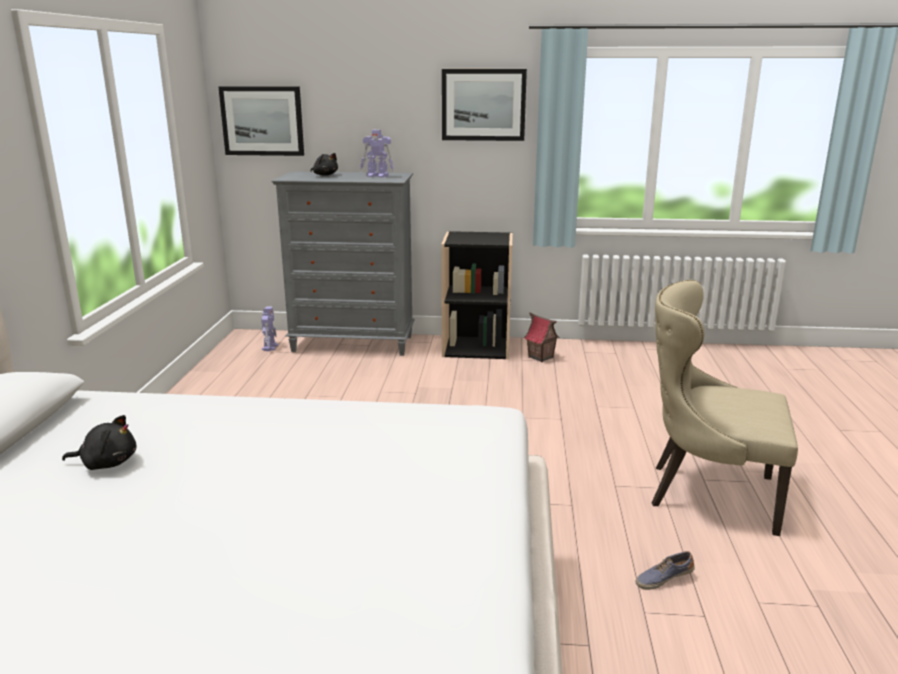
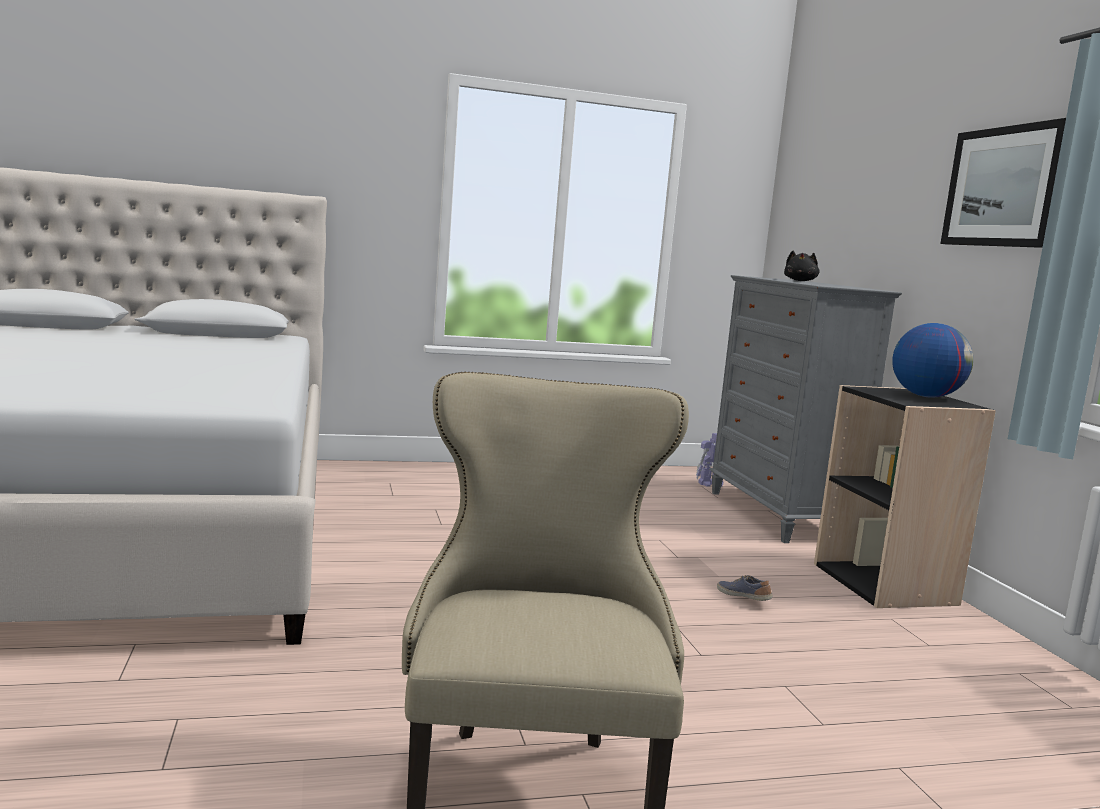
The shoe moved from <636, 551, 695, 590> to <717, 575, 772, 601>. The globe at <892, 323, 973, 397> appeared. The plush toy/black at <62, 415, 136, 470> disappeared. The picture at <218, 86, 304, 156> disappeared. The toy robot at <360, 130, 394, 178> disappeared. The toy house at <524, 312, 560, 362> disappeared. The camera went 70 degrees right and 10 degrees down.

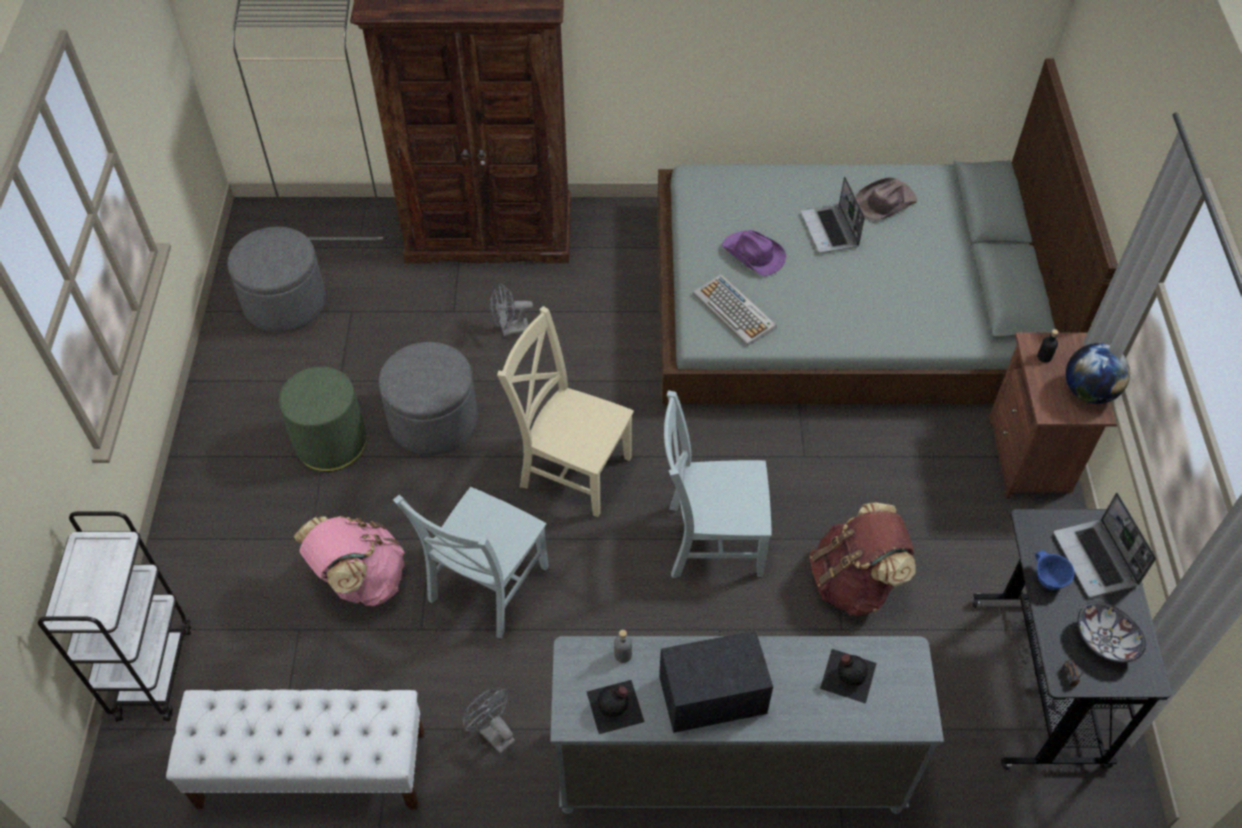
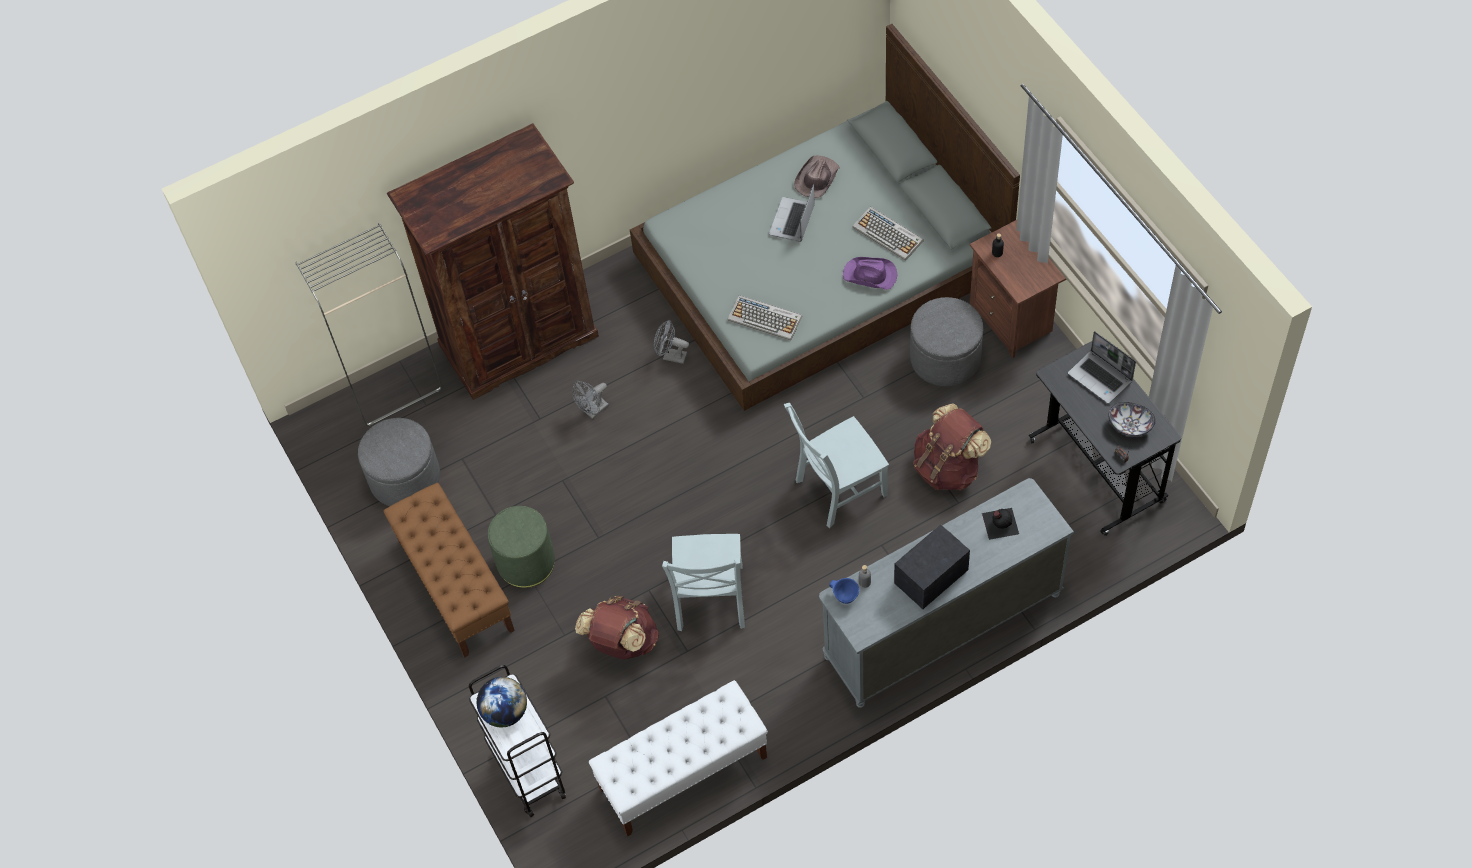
The bench/brown at <383, 483, 515, 658> appeared. The globe moved from <1066, 343, 1130, 404> to <477, 677, 527, 727>. The backpack/pink at <293, 516, 405, 606> became the backpack/brown at <575, 596, 659, 660>. The fan/grey moved from <462, 688, 515, 754> to <654, 320, 689, 364>. The laptop at <801, 176, 865, 253> turned 60 degrees clockwise. The bowl/blue moved from <1035, 550, 1075, 590> to <829, 578, 859, 604>. The hat/purple moved from <722, 230, 786, 276> to <843, 257, 897, 290>. The keyboard at <852, 206, 924, 261> appeared. The ottoman/grey moved from <379, 342, 478, 455> to <910, 297, 983, 386>. The chair/beige at <497, 306, 634, 517> disappeared. The bottle/black at <587, 680, 644, 734> disappeared. The camera went 25 degrees left and 5 degrees up.

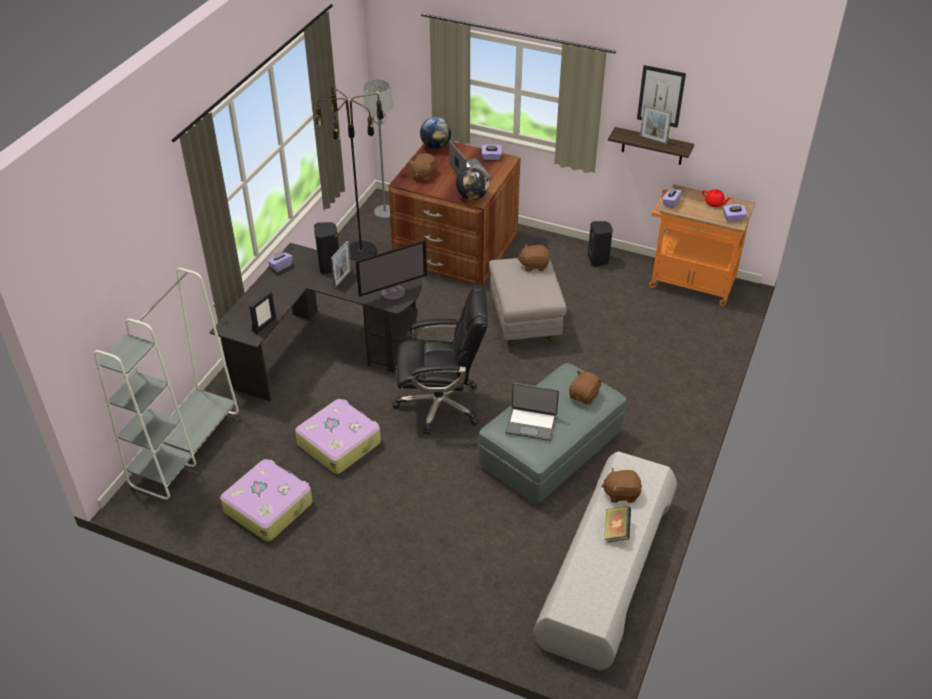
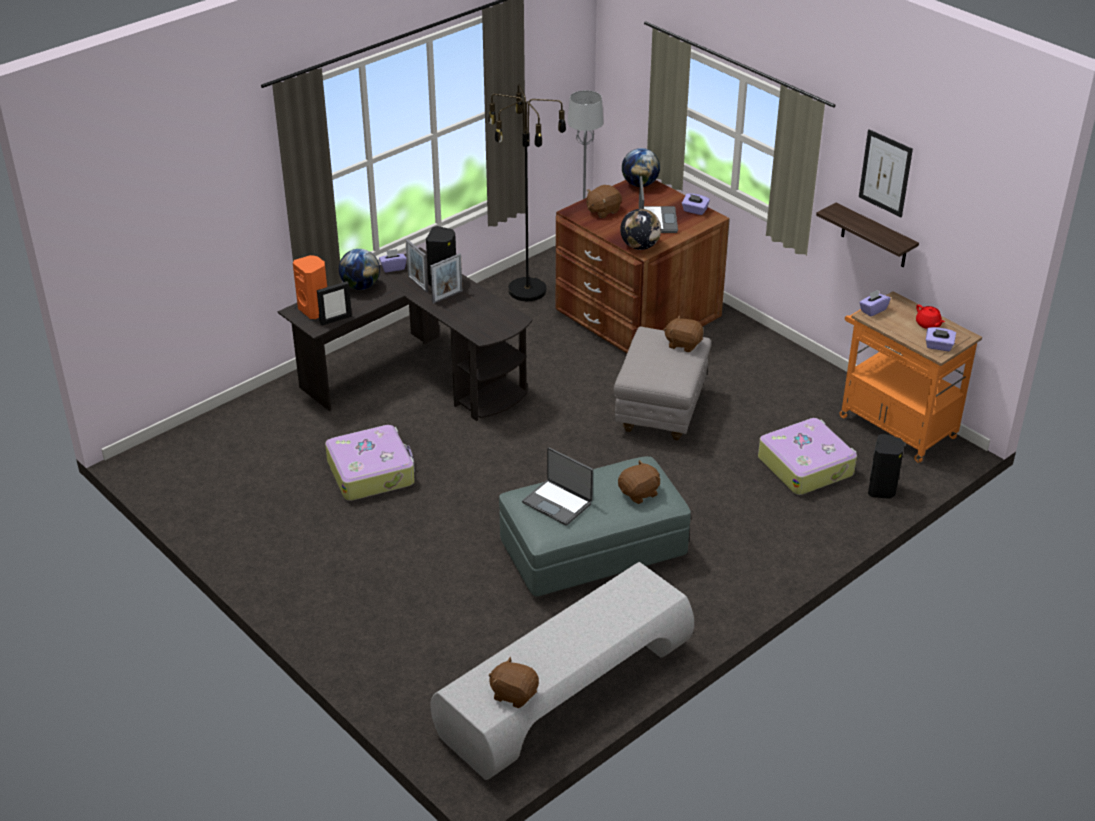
The speaker/orange at <293, 255, 327, 319> appeared. The globe at <339, 249, 380, 290> appeared. The picture frame moved from <640, 104, 672, 144> to <405, 239, 428, 293>. The plush toy/brown moved from <601, 468, 642, 503> to <489, 657, 539, 708>. The suitcase moved from <220, 459, 312, 541> to <758, 418, 857, 495>. The speaker/black moved from <588, 221, 613, 267> to <868, 434, 905, 499>. The clothes rack/grey at <94, 268, 239, 499> disappeared. The monitor at <356, 240, 427, 301> disappeared. The office chair/black at <393, 285, 488, 434> disappeared. The book at <604, 506, 631, 543> disappeared. The camera went 25 degrees right and 5 degrees down.

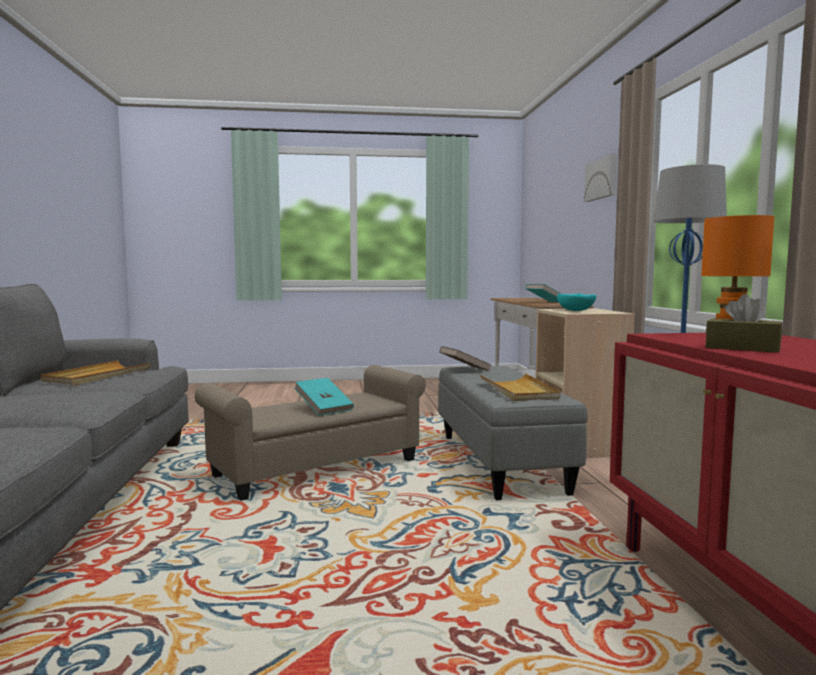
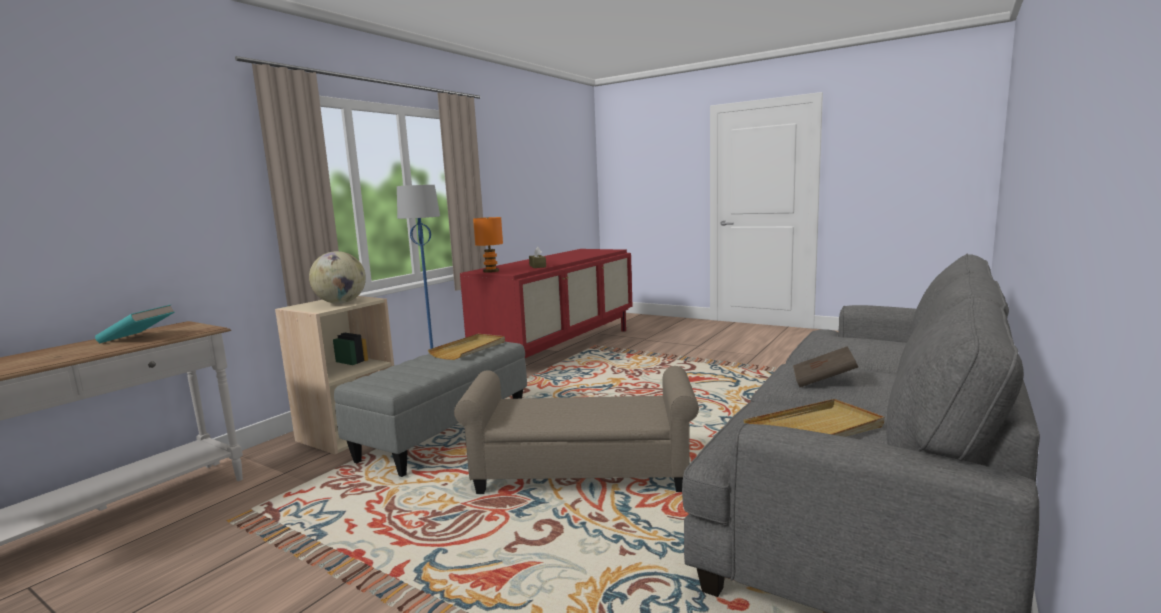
The bowl/turquoise at <557, 293, 596, 311> was replaced by the globe at <309, 251, 366, 304>. The book/brown moved from <439, 346, 491, 371> to <793, 346, 858, 387>. The book/turquoise at <294, 378, 354, 416> disappeared. The picture at <584, 153, 617, 202> disappeared. The camera went 140 degrees left and 5 degrees up.

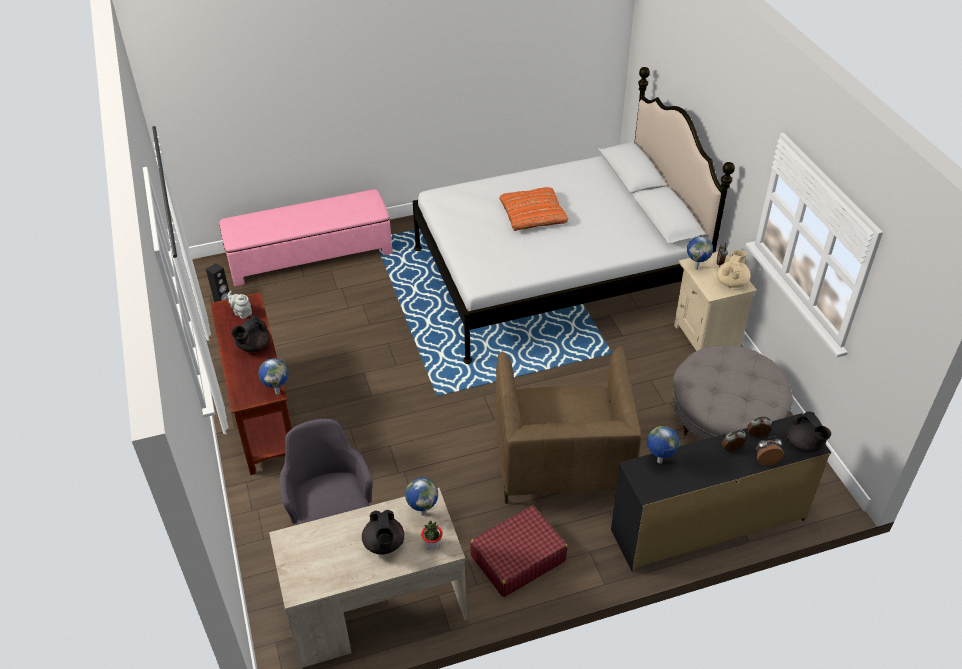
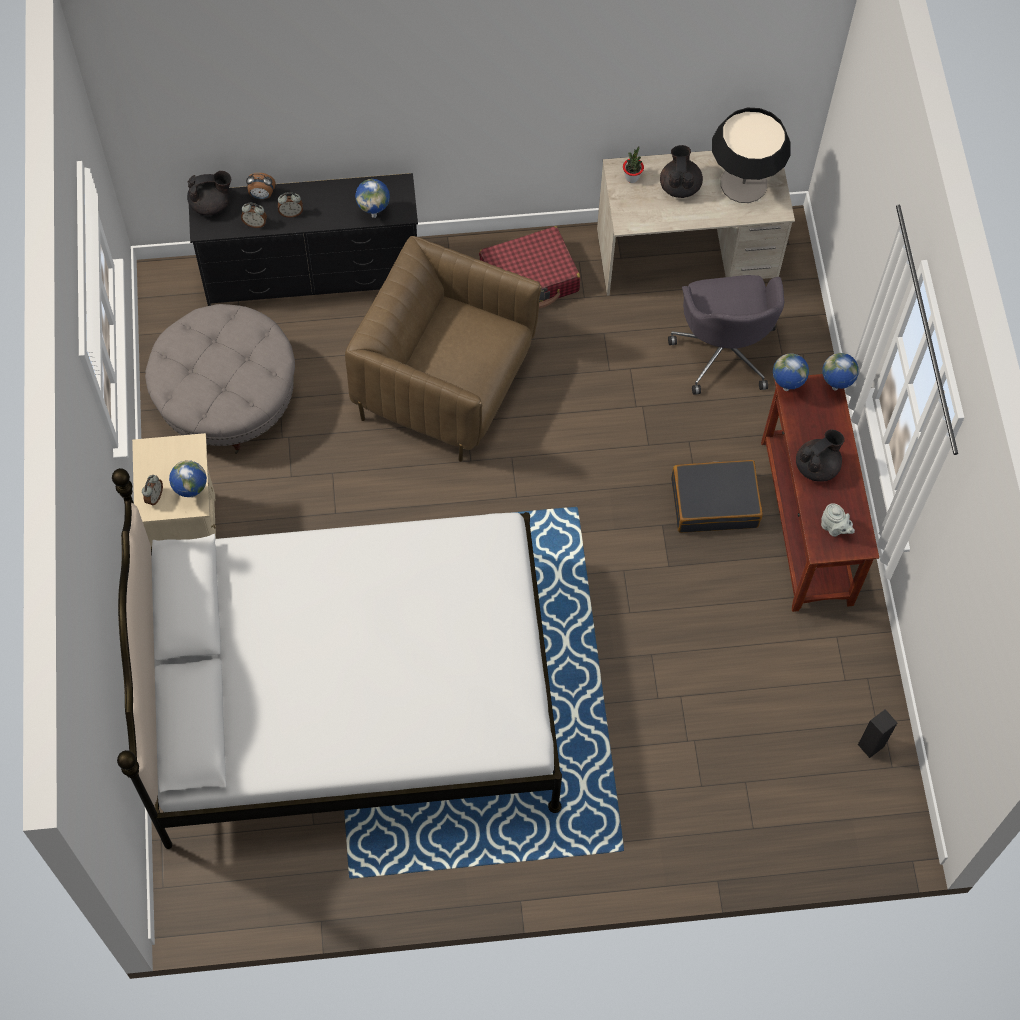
The teapot/black at <786, 411, 831, 453> turned 90 degrees clockwise. The armchair/brown at <495, 346, 642, 504> turned 75 degrees counterclockwise. The suitcase/black at <671, 460, 763, 533> appeared. The table lamp at <712, 108, 791, 203> appeared. The globe moved from <405, 478, 438, 516> to <822, 353, 859, 391>. The bench/pink at <219, 189, 393, 287> disappeared. The pillow/orange at <499, 187, 568, 231> disappeared. The teapot/beige at <717, 250, 751, 288> disappeared. The camera went 170 degrees left and 20 degrees up.

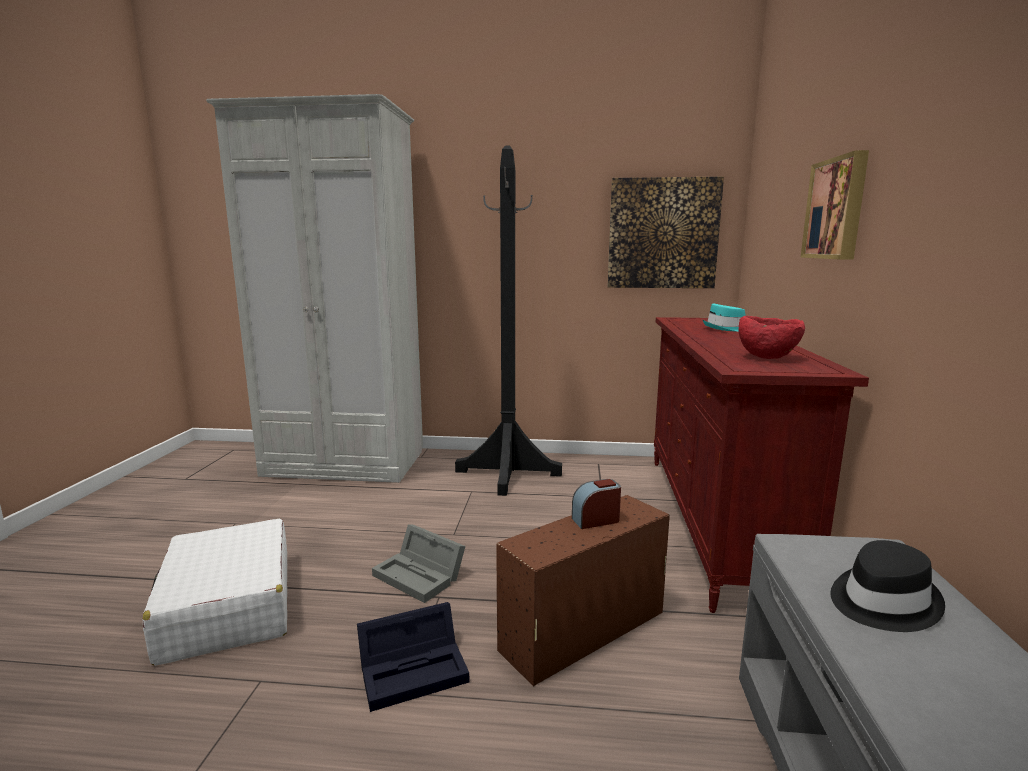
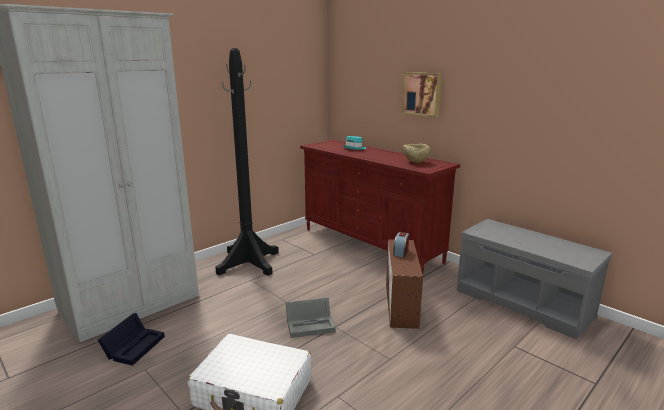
The storage box/black moved from <357, 602, 470, 712> to <98, 313, 165, 366>. The bowl/red at <738, 316, 805, 359> became the bowl/beige at <403, 143, 430, 163>. The picture at <607, 177, 724, 288> disappeared. The hat/black at <830, 540, 945, 632> disappeared. The camera went 50 degrees left and 5 degrees up.

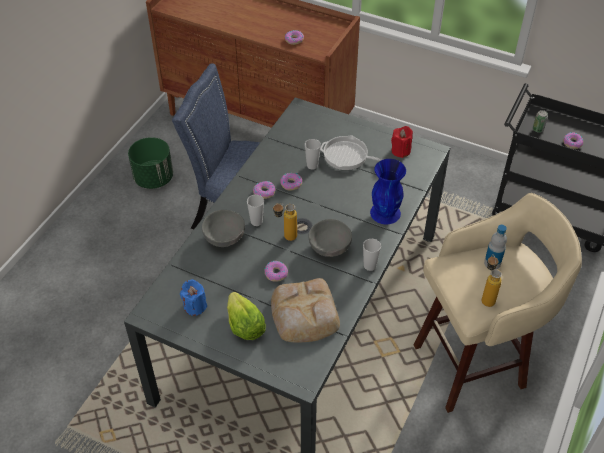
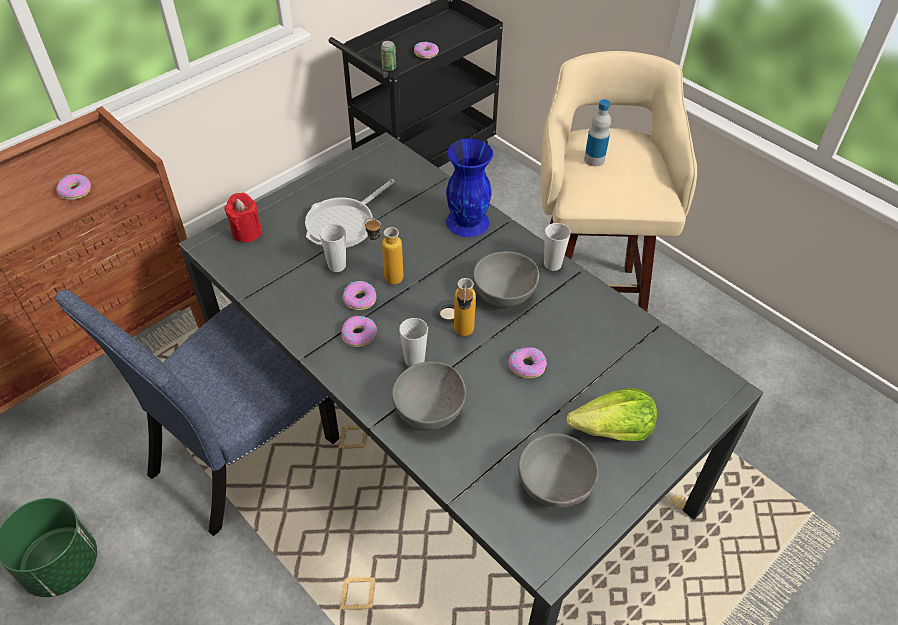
The candle/red moved from <391, 126, 413, 158> to <224, 193, 262, 243>. The bottle moved from <482, 254, 502, 307> to <364, 218, 404, 285>. The candle/blue at <180, 279, 207, 316> was replaced by the bowl/grey at <518, 433, 598, 507>. The bread at <271, 278, 340, 342> disappeared. The camera went 70 degrees left and 0 degrees up.

